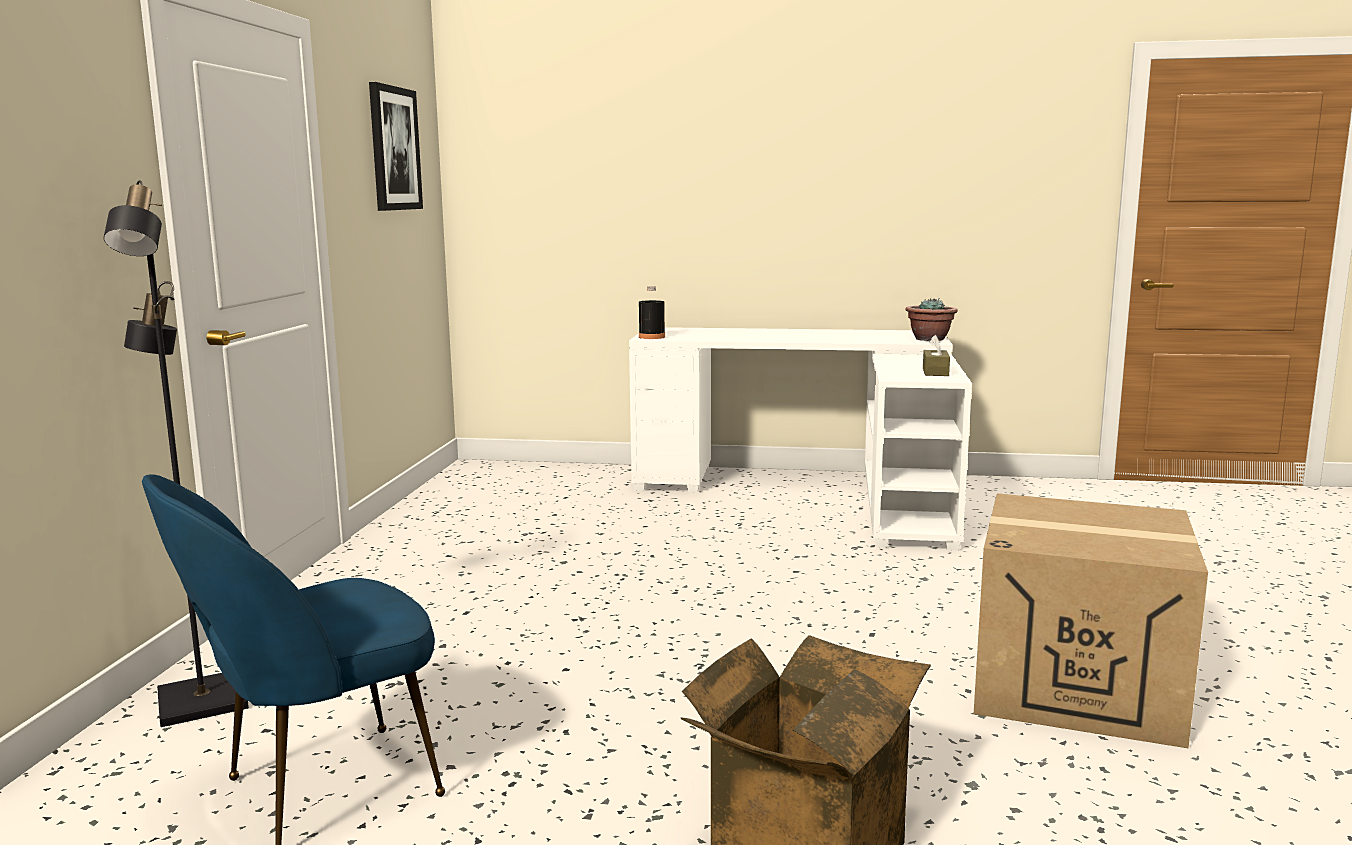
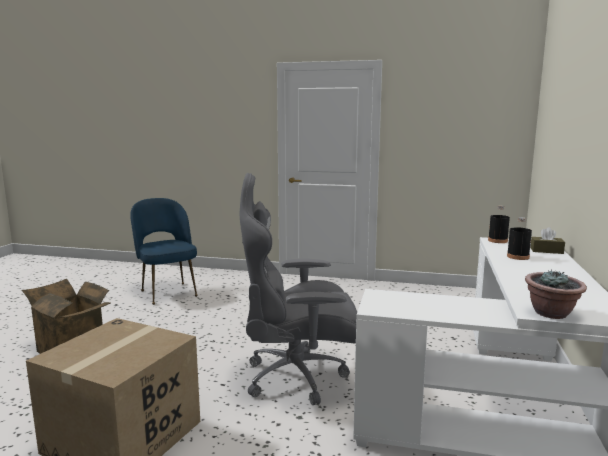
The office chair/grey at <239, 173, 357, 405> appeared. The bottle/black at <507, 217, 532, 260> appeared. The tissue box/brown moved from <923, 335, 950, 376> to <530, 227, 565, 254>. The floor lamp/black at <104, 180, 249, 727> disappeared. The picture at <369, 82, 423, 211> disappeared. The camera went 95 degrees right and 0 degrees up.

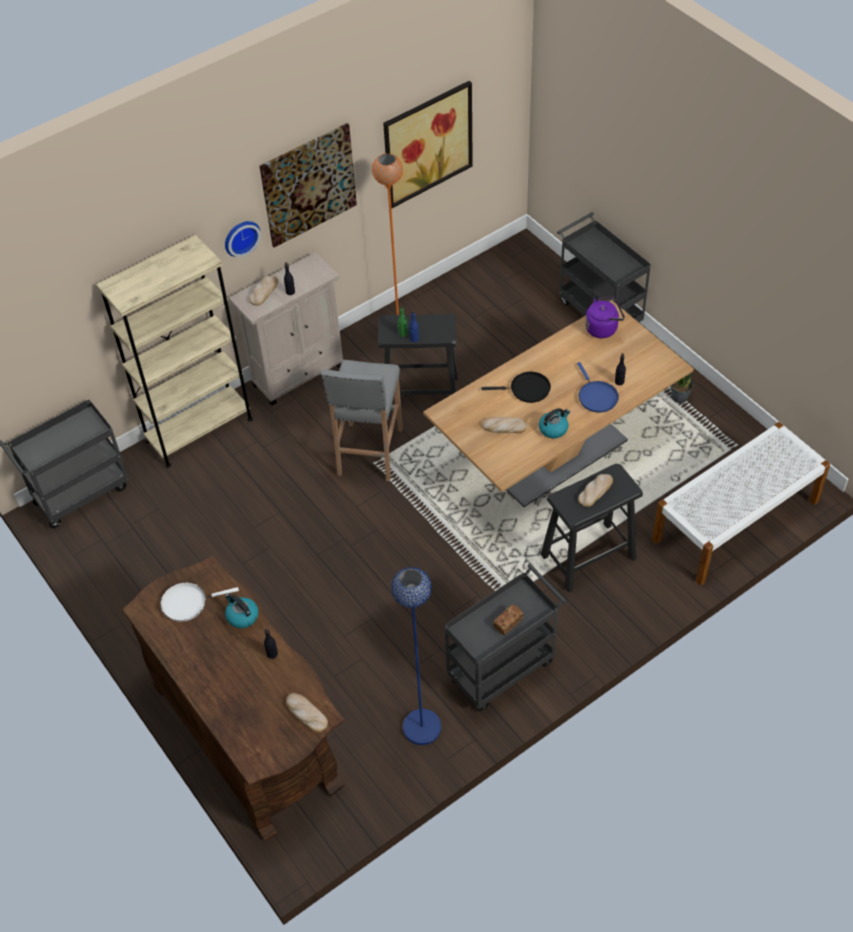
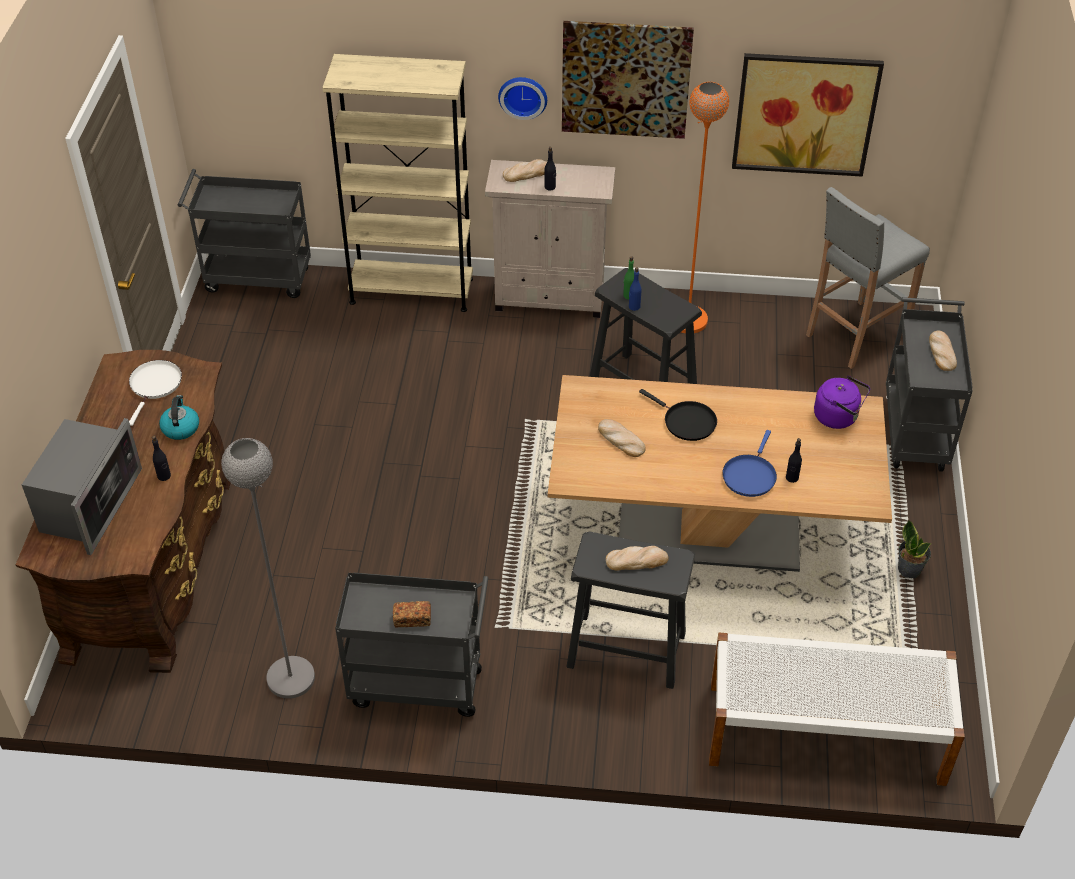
The microwave at <22, 418, 142, 555> appeared. The frying pan/white at <160, 582, 239, 622> turned 75 degrees clockwise. The floor lamp/blue at <391, 567, 441, 745> became the floor lamp/grey at <221, 438, 315, 699>. The stool/grey moved from <321, 360, 403, 481> to <806, 187, 930, 369>. The bread moved from <286, 693, 328, 732> to <929, 330, 957, 371>. The kettle at <539, 408, 570, 438> disappeared. The camera went 40 degrees right and 5 degrees down.

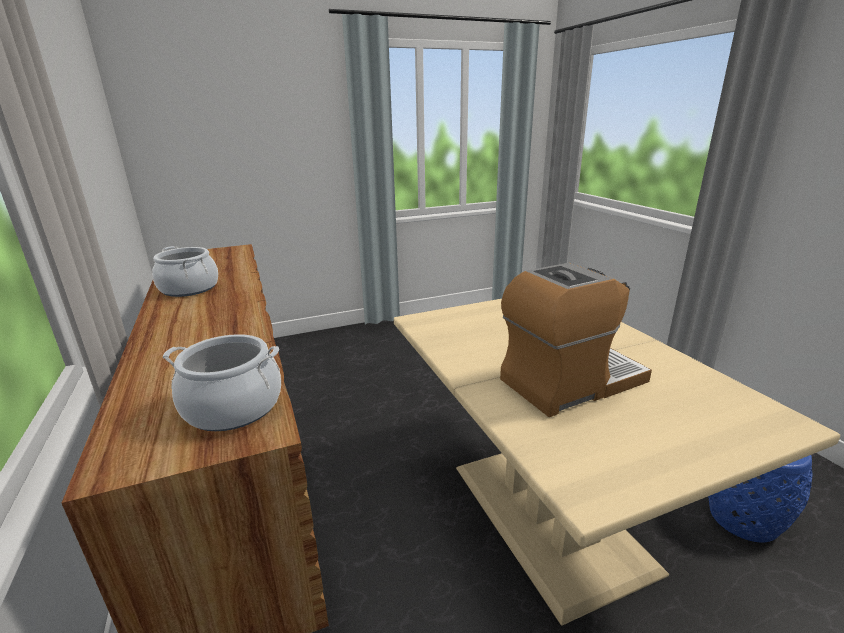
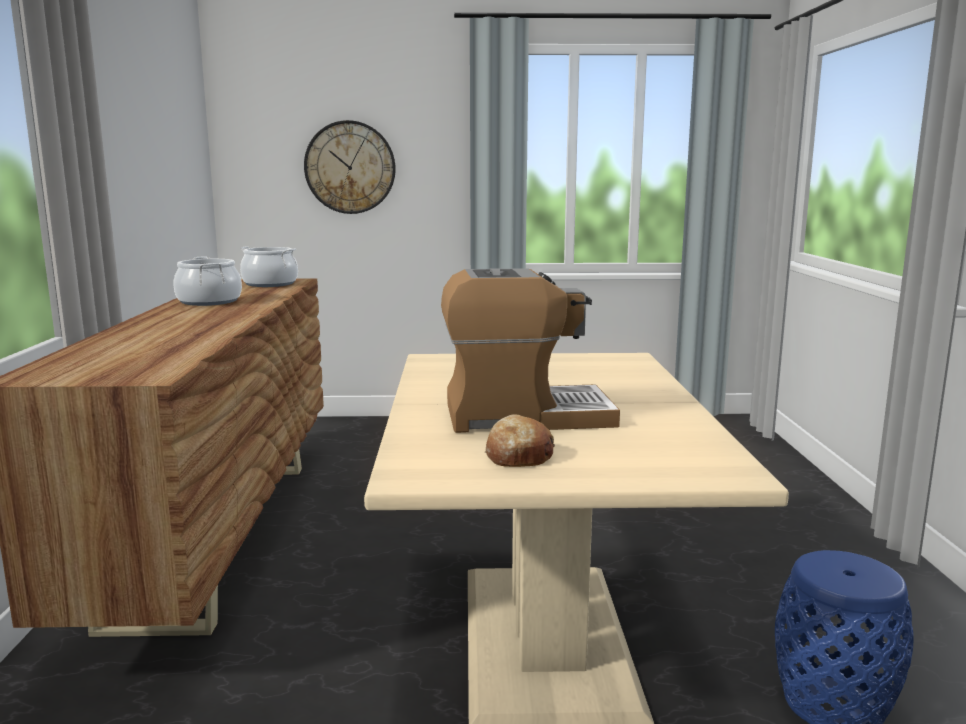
The cooking pot moved from <163, 334, 281, 431> to <240, 246, 298, 287>. The wall clock at <304, 120, 396, 214> appeared. The bread at <485, 414, 555, 467> appeared. The camera went 20 degrees right and 10 degrees down.

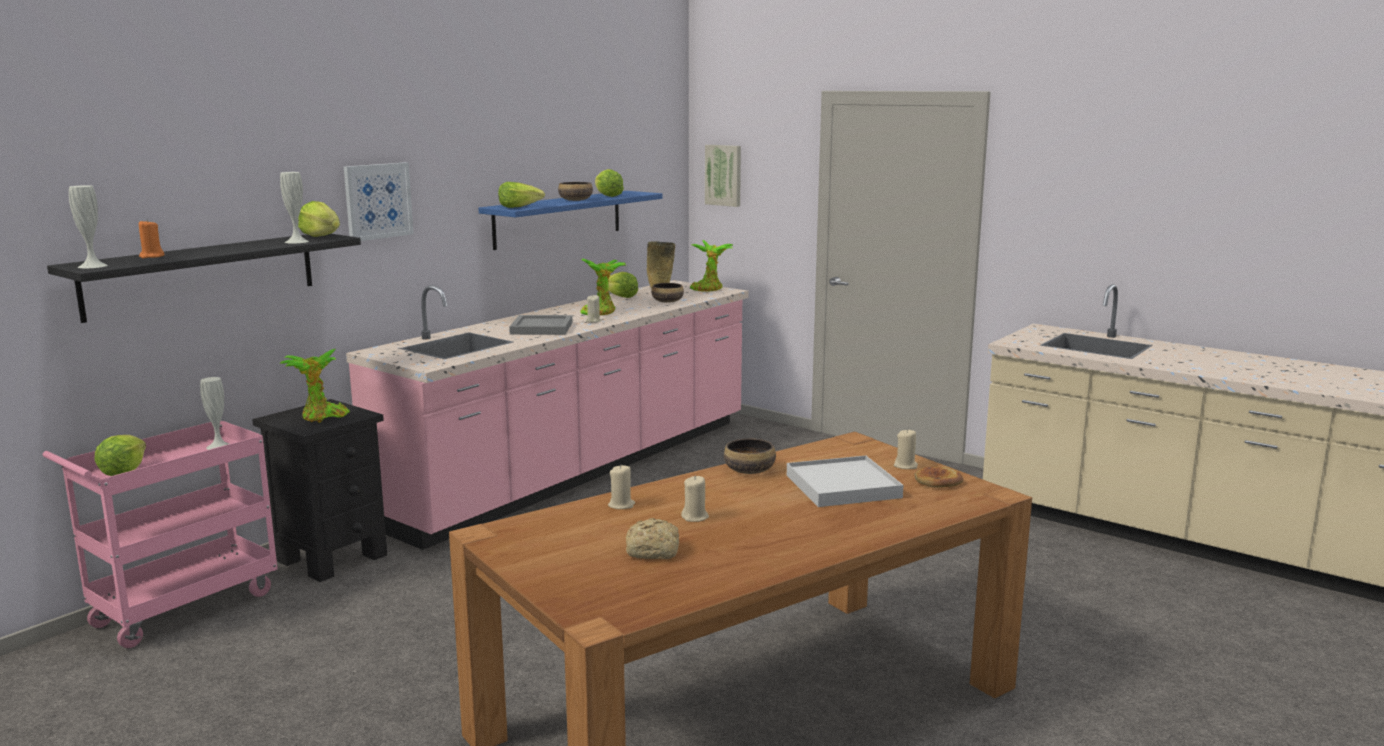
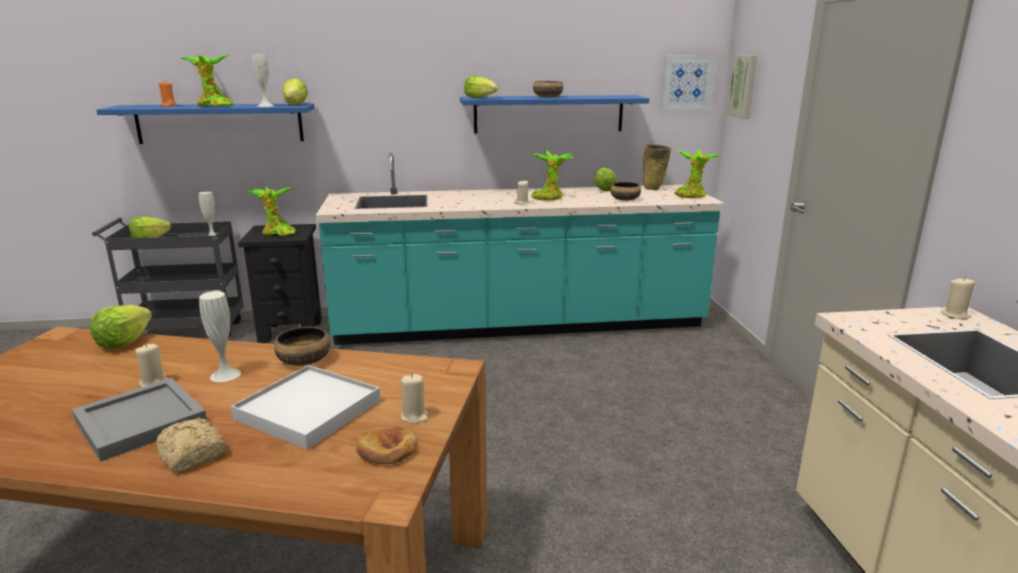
The tray/grey moved from <509, 315, 572, 335> to <72, 378, 207, 461>. The lettuce moved from <595, 169, 624, 197> to <90, 305, 152, 349>. The cart/pink at <43, 421, 277, 648> became the cart/grey at <92, 217, 244, 339>. The shelf/black at <47, 234, 361, 323> became the shelf/blue at <96, 103, 315, 144>. The bread moved from <626, 518, 679, 559> to <156, 418, 227, 472>. The potted plant at <181, 55, 233, 107> appeared. The vase/white moved from <69, 185, 108, 268> to <199, 291, 241, 382>. The counter/pink at <346, 280, 749, 550> became the counter/turquoise at <316, 153, 725, 345>. The picture moved from <344, 162, 414, 241> to <661, 55, 717, 110>. The candle/beige moved from <608, 465, 635, 509> to <941, 277, 975, 320>. The camera went 45 degrees right and 5 degrees up.

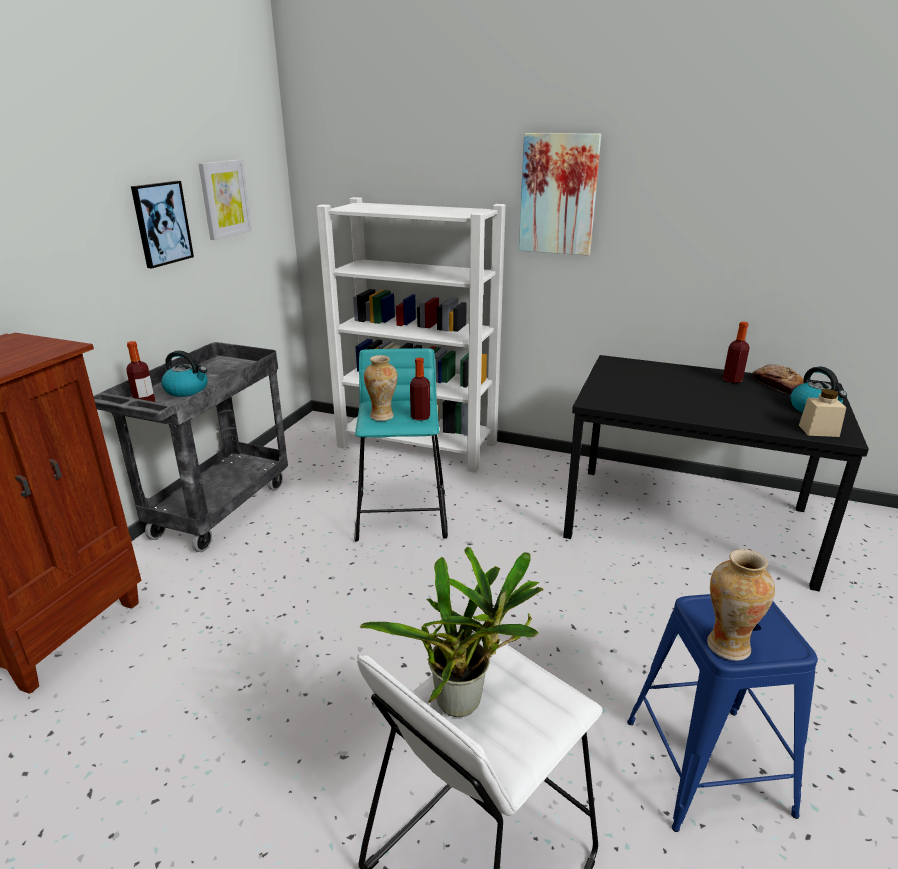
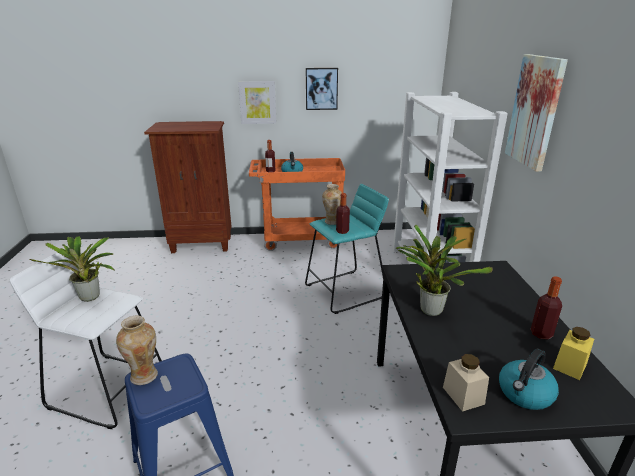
The picture moved from <199, 160, 252, 240> to <238, 81, 277, 124>. The cart/grey at <94, 342, 288, 552> became the cart/orange at <249, 158, 345, 251>. The potted plant at <395, 225, 493, 316> appeared. The bread at <752, 364, 804, 395> was replaced by the jar/yellow at <553, 327, 594, 380>. The camera went 65 degrees right and 0 degrees up.

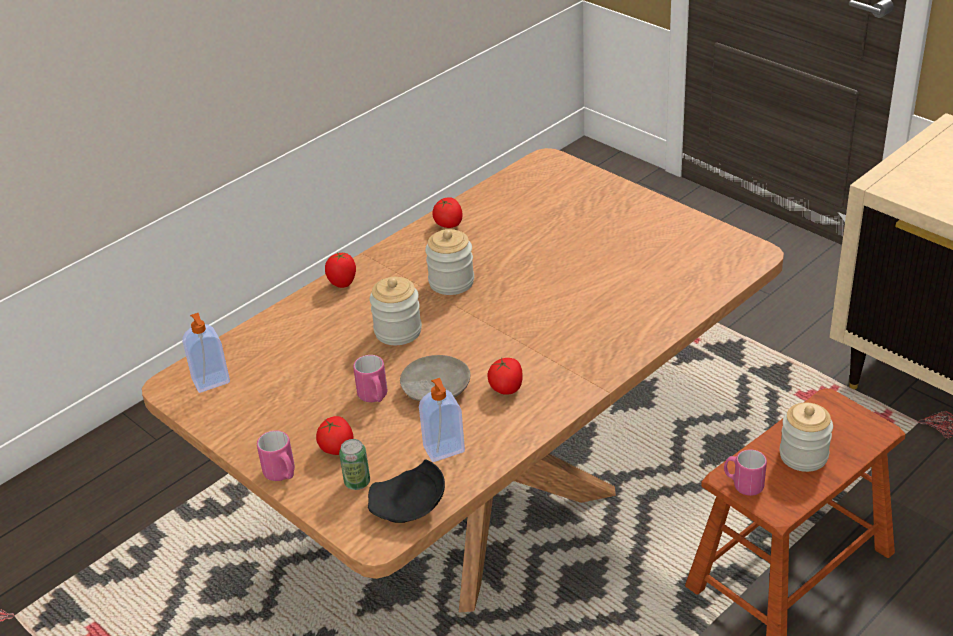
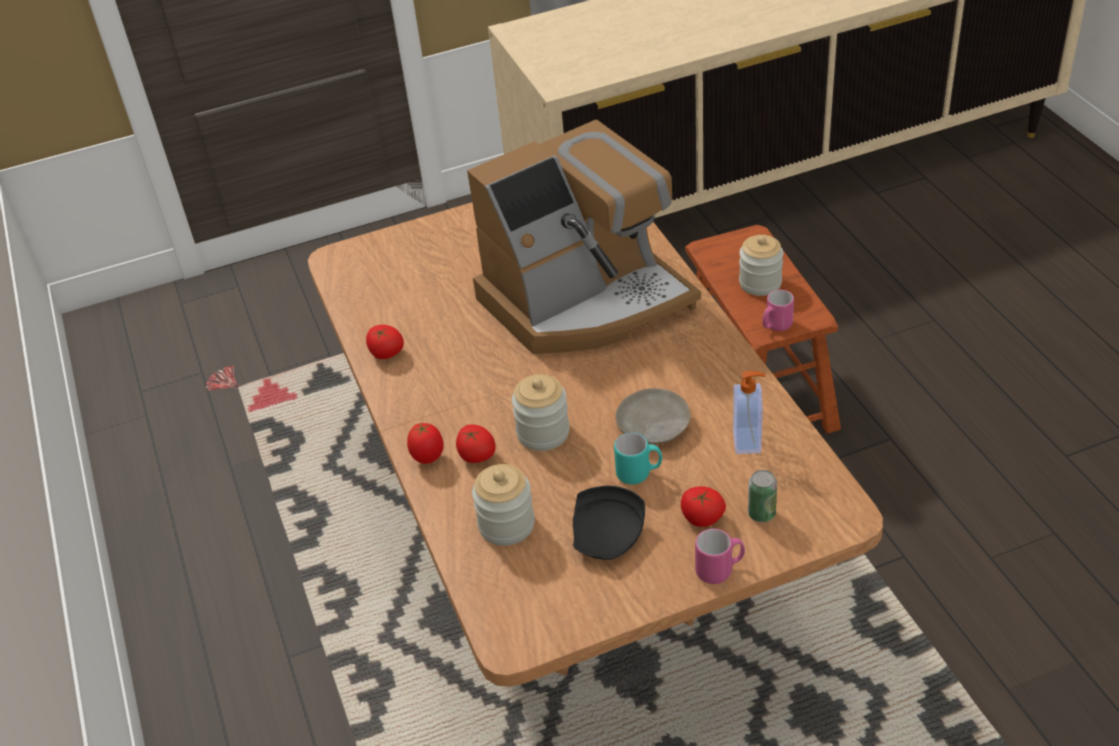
The tomato moved from <487, 357, 523, 395> to <456, 425, 496, 463>. The coffee machine at <467, 120, 701, 354> appeared. The jar moved from <425, 229, 474, 295> to <472, 464, 535, 546>. The plate/black moved from <368, 459, 445, 523> to <573, 486, 645, 560>. The mug/pink at <353, 355, 387, 402> became the mug/turquoise at <614, 433, 662, 484>. The soap dispenser at <182, 312, 230, 393> disappeared. The camera went 65 degrees left and 5 degrees up.

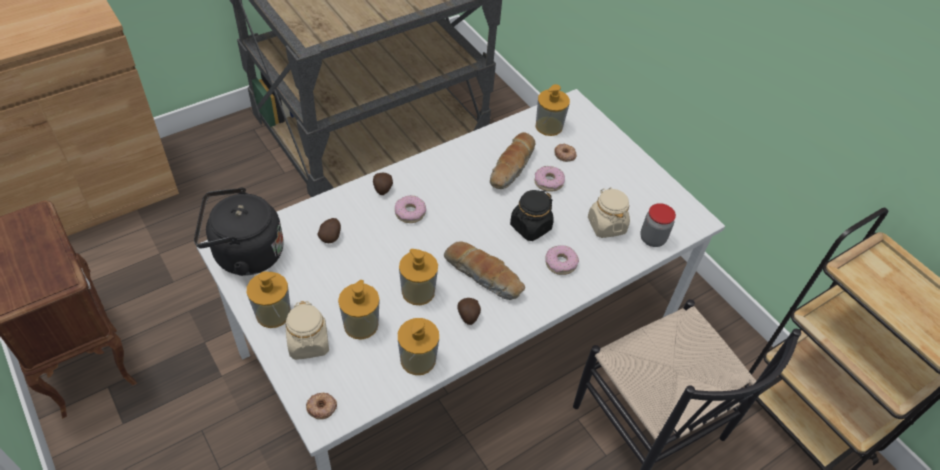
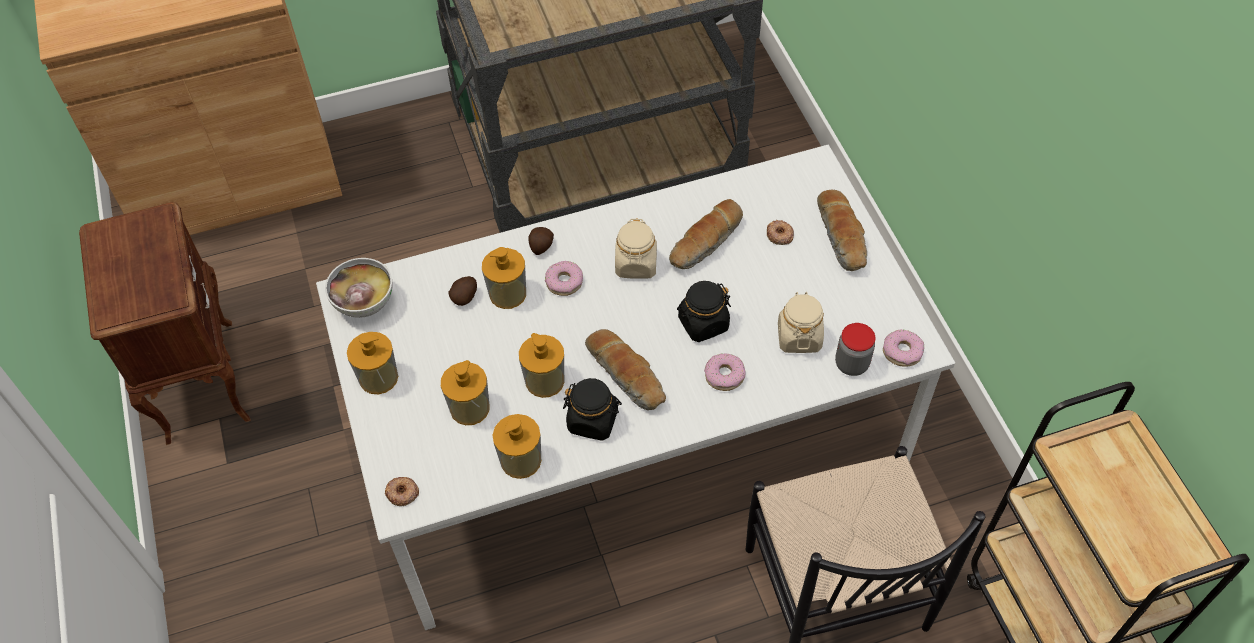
The kettle/black at <194, 188, 284, 276> was replaced by the bowl at <325, 258, 393, 318>. The soap dispenser moved from <536, 84, 570, 136> to <482, 247, 526, 309>. The potato at <457, 298, 481, 325> was replaced by the jar/black at <563, 378, 622, 441>. The jar/beige moved from <286, 301, 329, 360> to <615, 218, 657, 279>. The bread at <817, 190, 867, 271> appeared. The donut moved from <535, 166, 565, 192> to <883, 329, 924, 367>. The camera went 20 degrees right and 5 degrees up.

